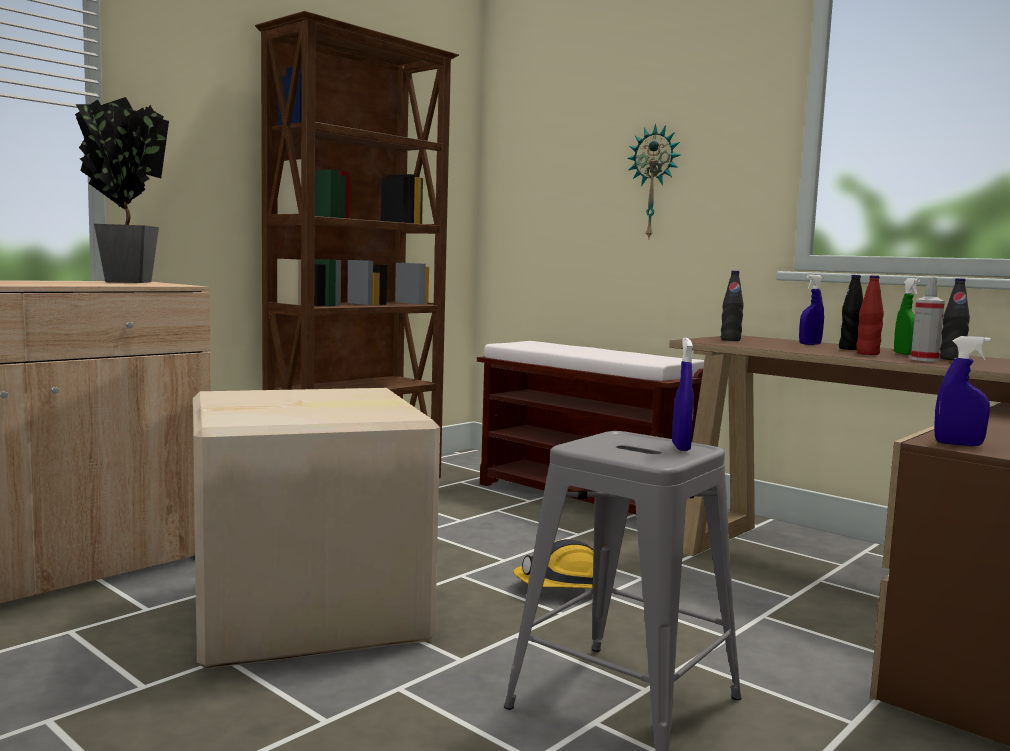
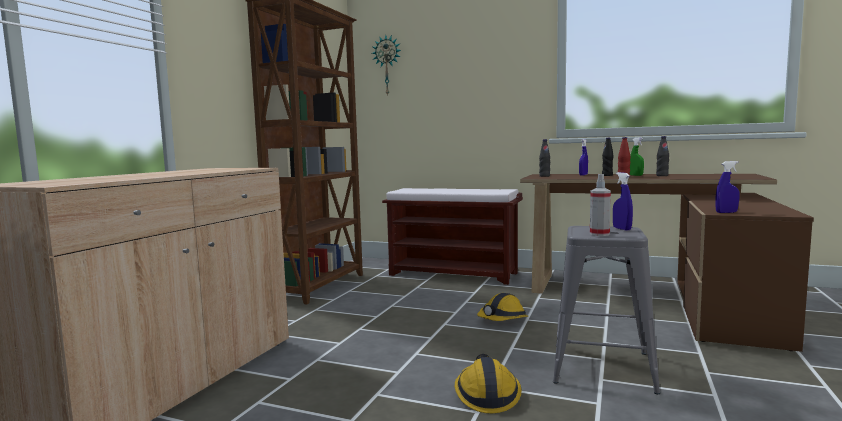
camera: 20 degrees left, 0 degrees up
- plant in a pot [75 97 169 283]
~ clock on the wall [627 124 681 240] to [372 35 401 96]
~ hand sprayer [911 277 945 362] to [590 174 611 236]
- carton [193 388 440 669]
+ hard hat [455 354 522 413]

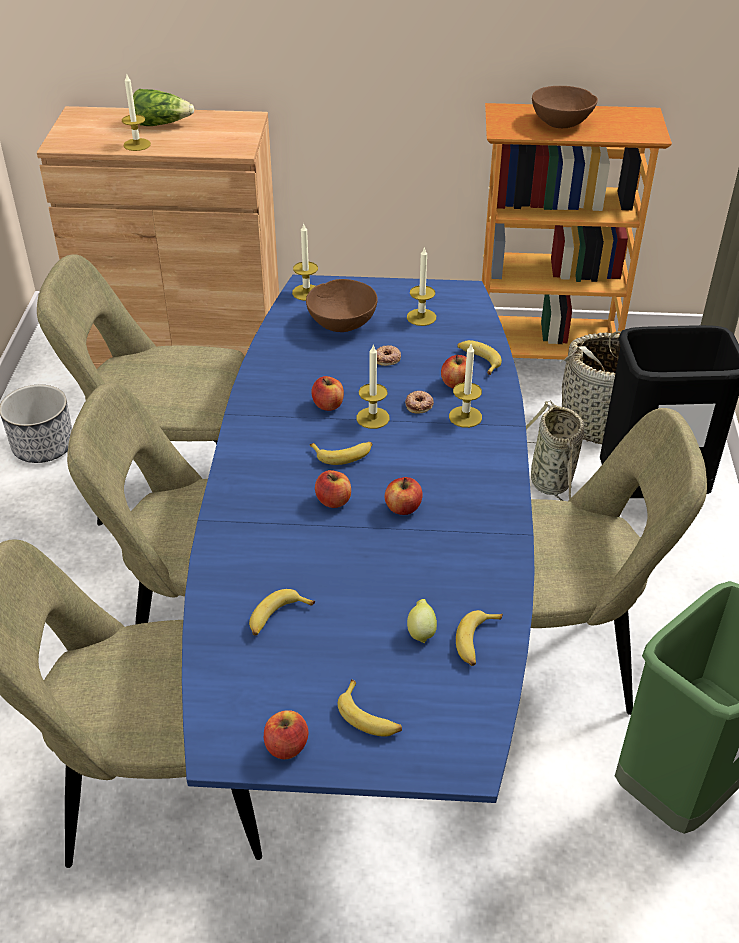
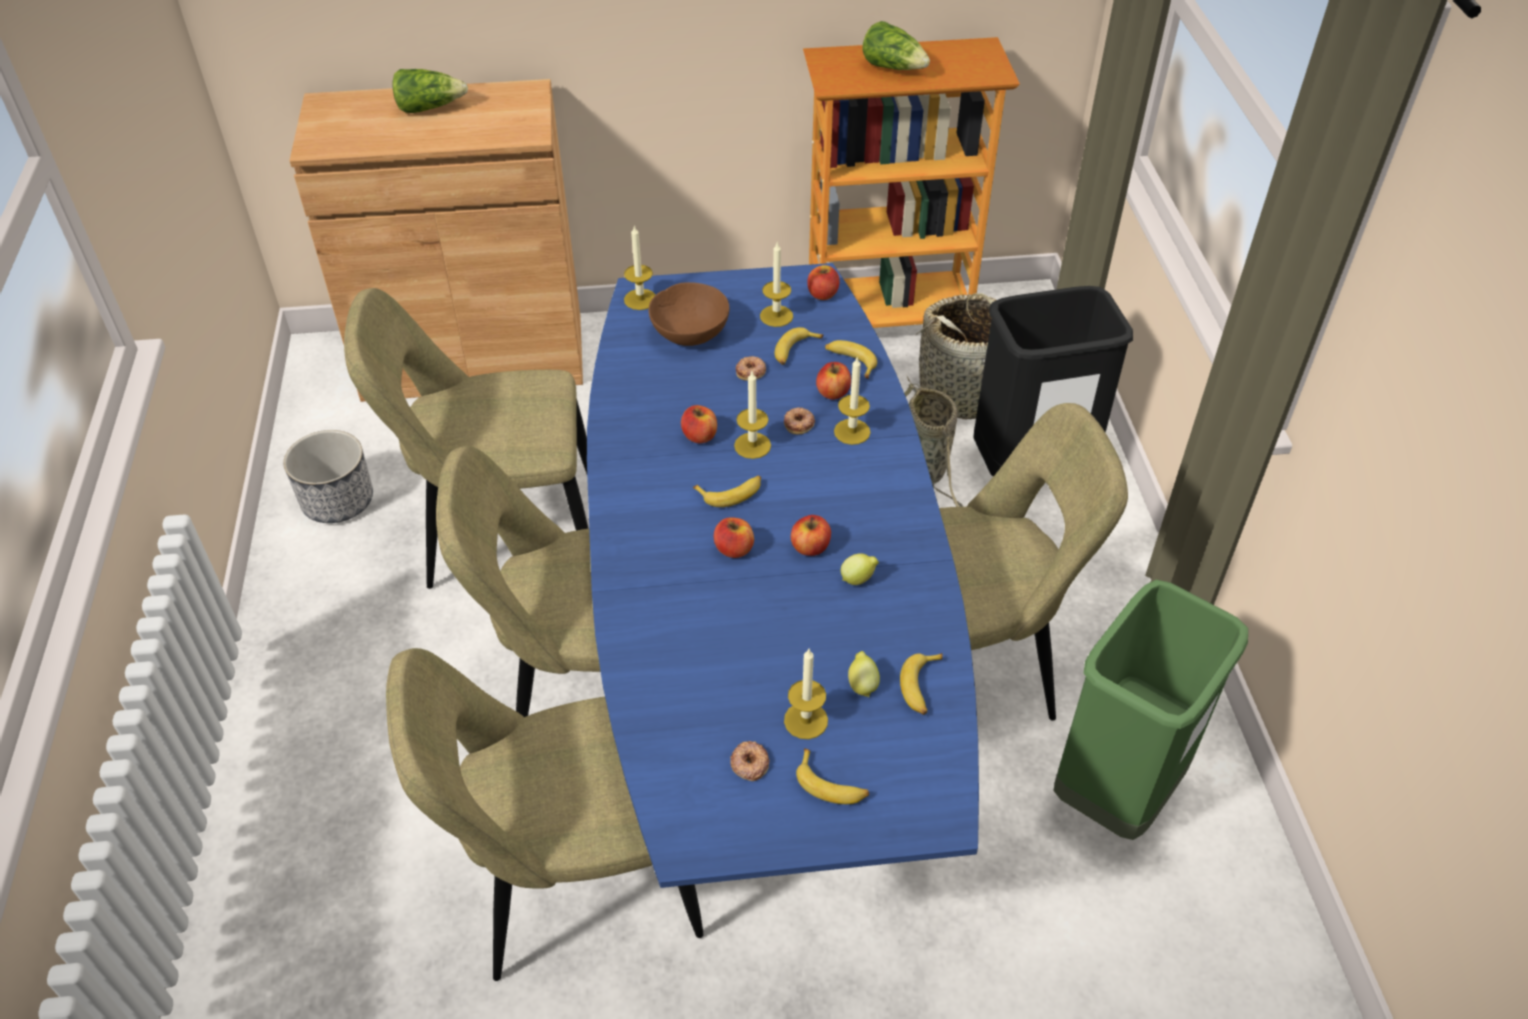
camera: 10 degrees left, 5 degrees up
~ wax candle [122 73 151 151] to [784 649 828 739]
~ deep dish (brownish) [532 86 598 128] to lettuce [862 21 930 70]
~ banana [249 589 315 635] to [774 327 824 365]
~ apple [264 710 309 759] to [808 265 840 300]
+ citrus fruit [841 553 879 585]
+ ring doughnut [730 741 770 781]

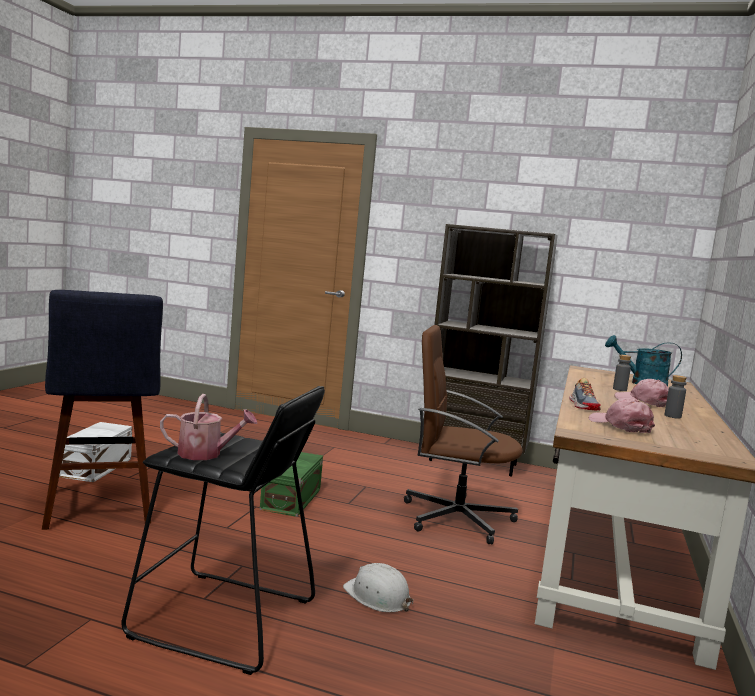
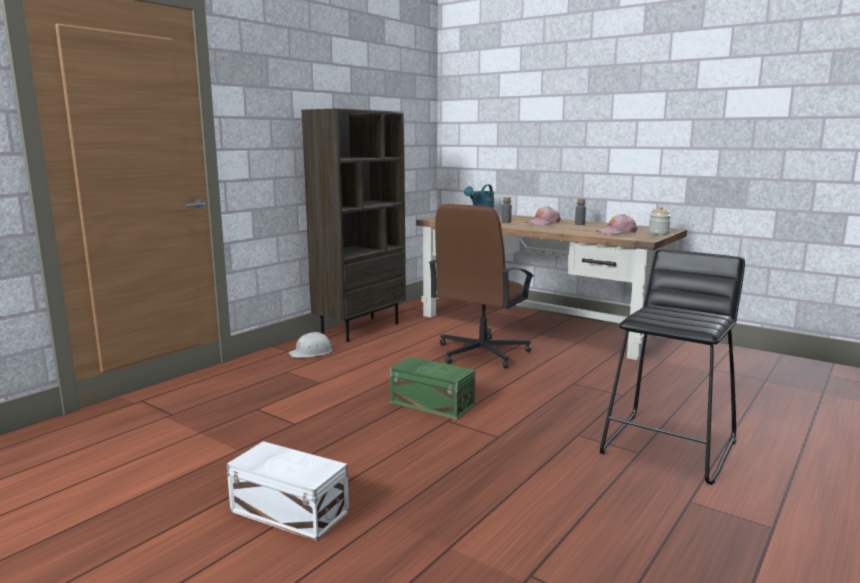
camera: 70 degrees left, 5 degrees up
- sitting stool (blue-coloured) [42 290 163 530]
- shoe [569 378 601 411]
- sprinkling can [160 394 257 460]
~ hard hat (white) [343 563 414 612] to [289 332 333 358]
+ preserve jar [648 206 671 235]

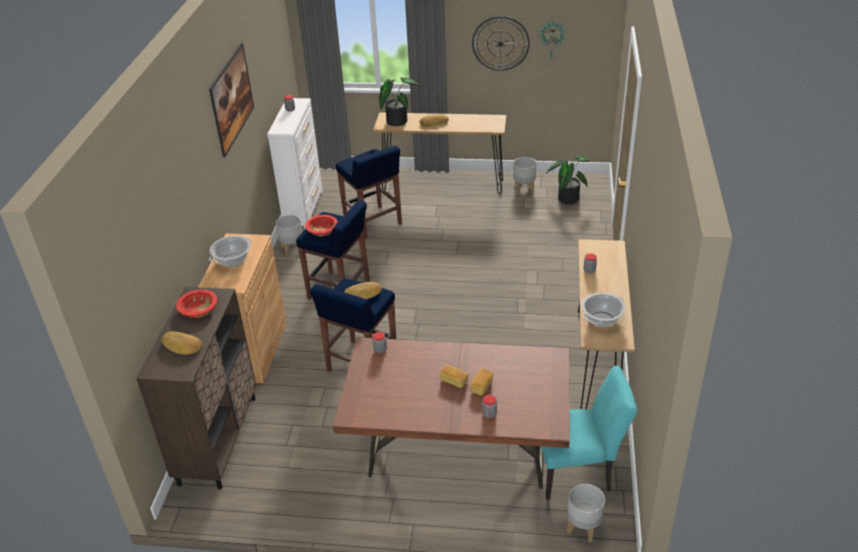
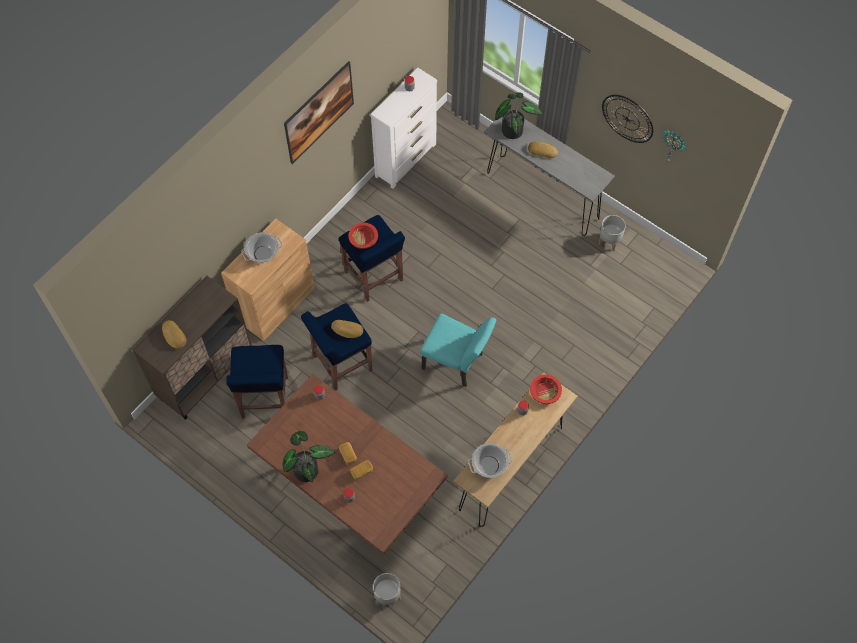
camera: 30 degrees right, 25 degrees up
~ console table (brownish) [373 112 507 194] to console table (greyish) [484 110 615 236]
~ sitting stool (blue-coloured) [336 145 402 239] to [226 345 288 418]
~ plant in a pot [546 156 589 204] to [282 431 335 482]
- plant pot (greyish) [276 215 302 256]
~ deep dish (red-coloured) [176 289 218 318] to [530 374 562 404]
~ plain chair (turquoise) [538 366 637 500] to [420 313 497 387]

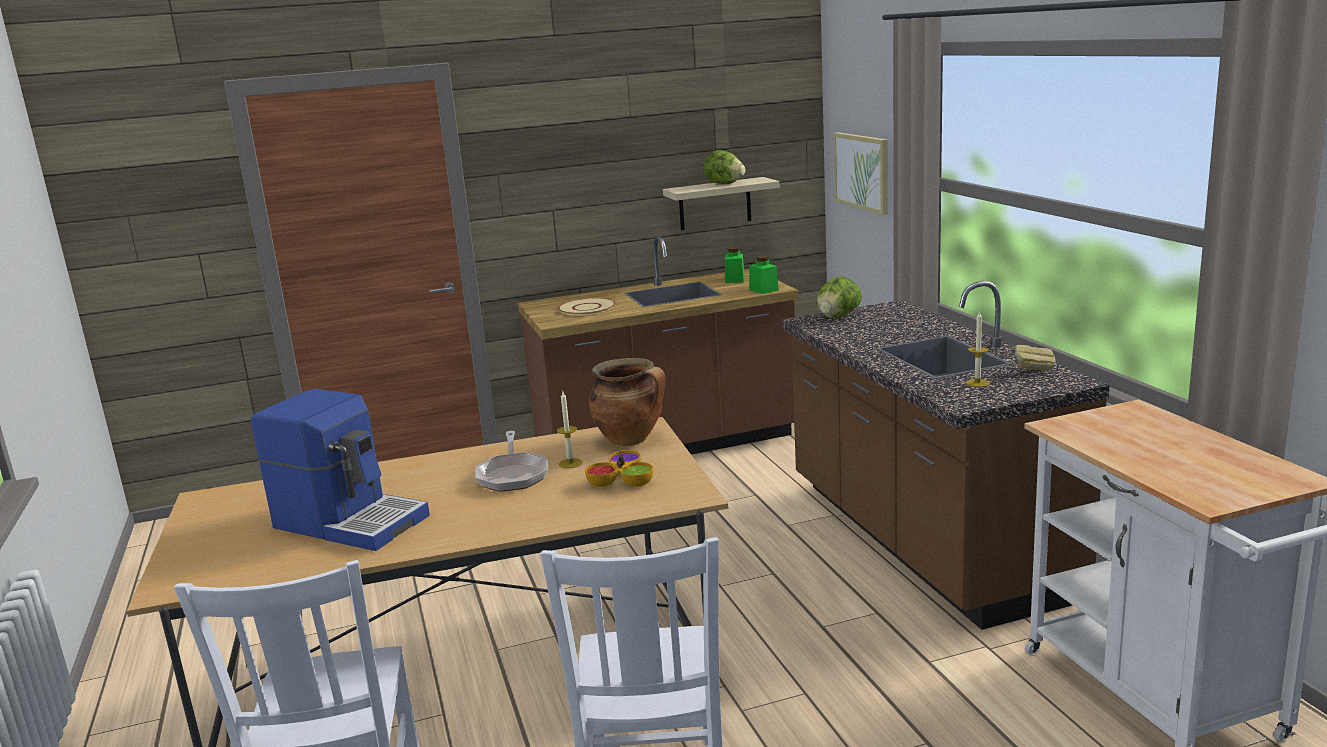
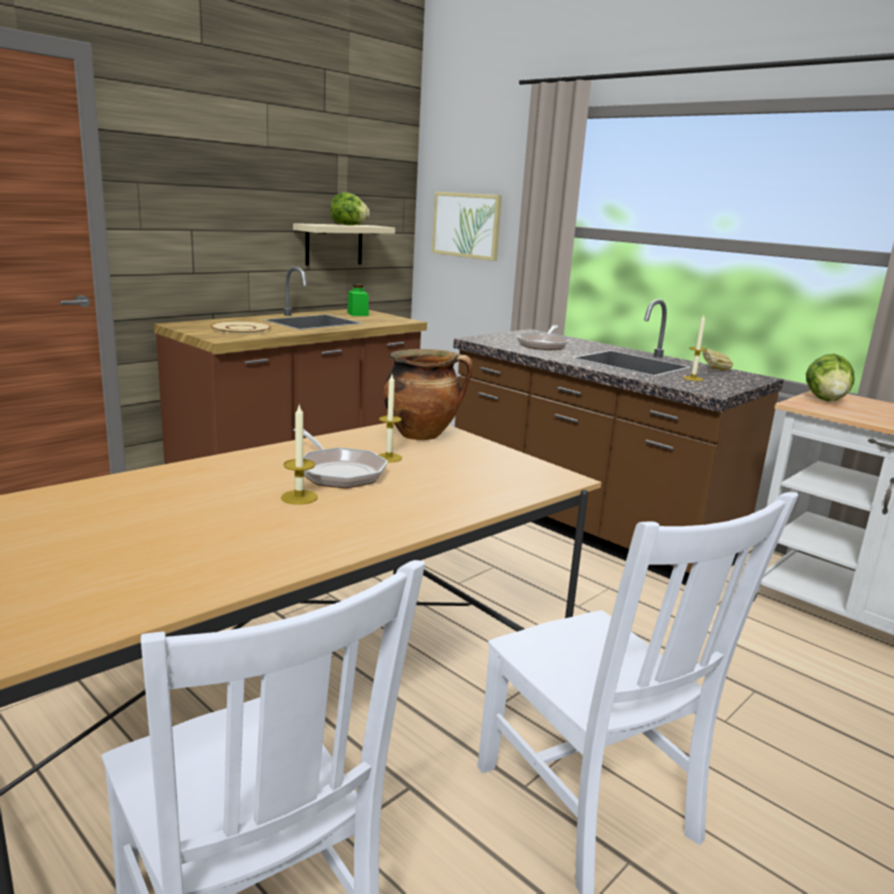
camera: 30 degrees left, 0 degrees up
- preserve jar (greenish) [749 255 779 294]
~ lettuce [817 277 862 318] to [806 353 854 401]
- coffee machine [251 389 430 551]
- deep dish [585 450 653 487]
+ skillet [516 325 570 350]
+ wax candle [281 405 318 505]

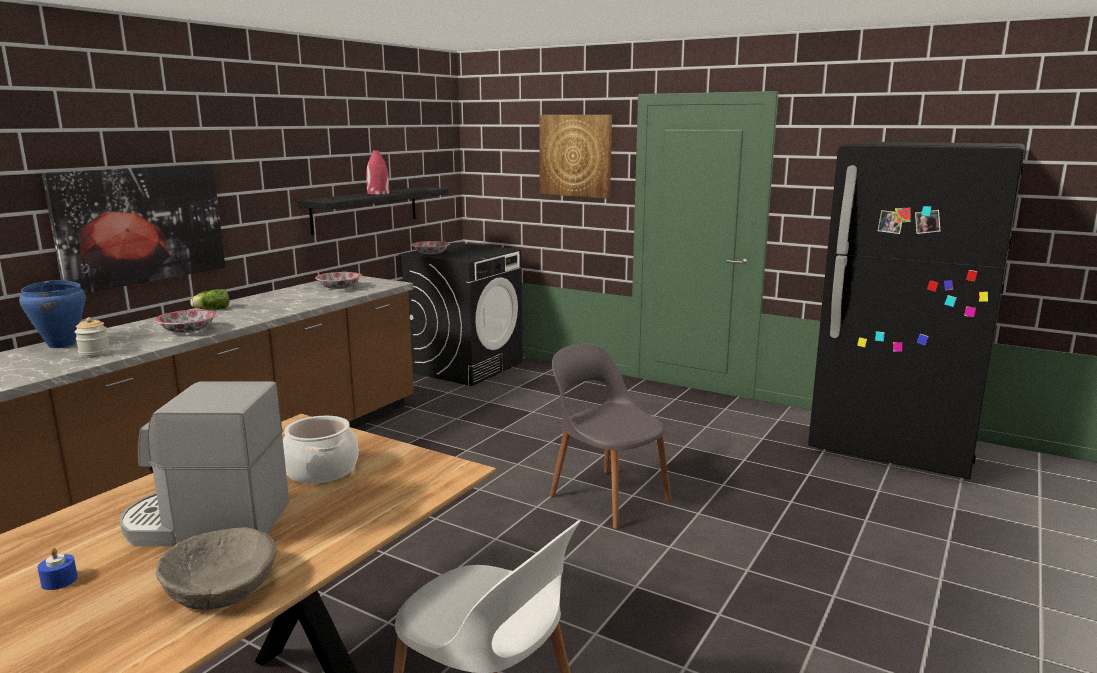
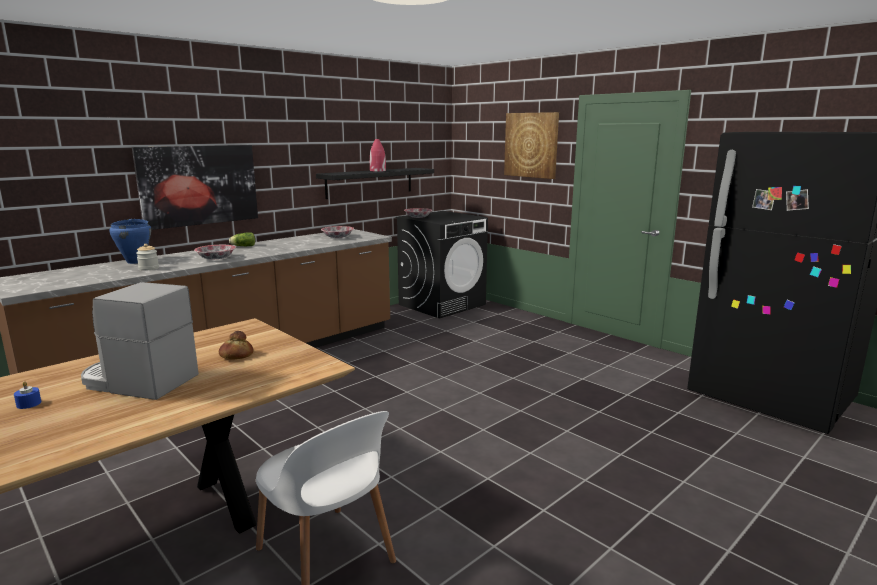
camera: 15 degrees right, 0 degrees up
- plain chair (greyish) [550 343 671 529]
~ saucepot [283 416 359 484] to bakery bread [219 331 254 360]
- deep dish (sand-coloured) [155 528 276 610]

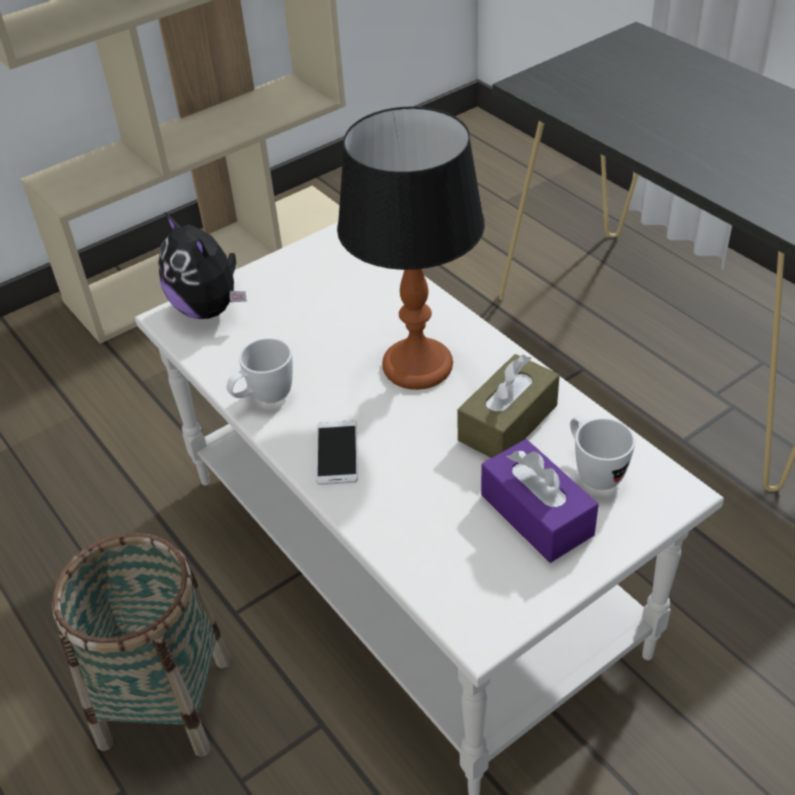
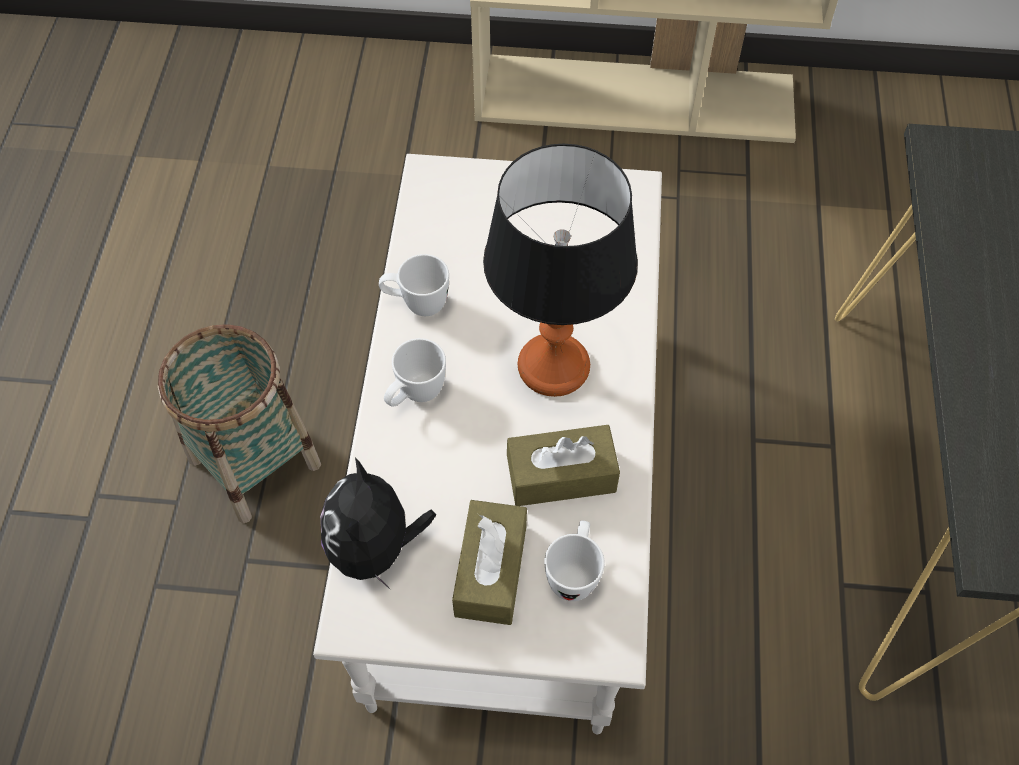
camera: 40 degrees right, 15 degrees up
~ soft toy [158 212 247 319] to [320 457 437 589]
~ phone [316 420 358 485] to coffee mug (white) [384 338 446 407]
~ box of tissues (purple-coloured) [481 439 599 563] to box of tissues (brownish) [452 500 527 625]

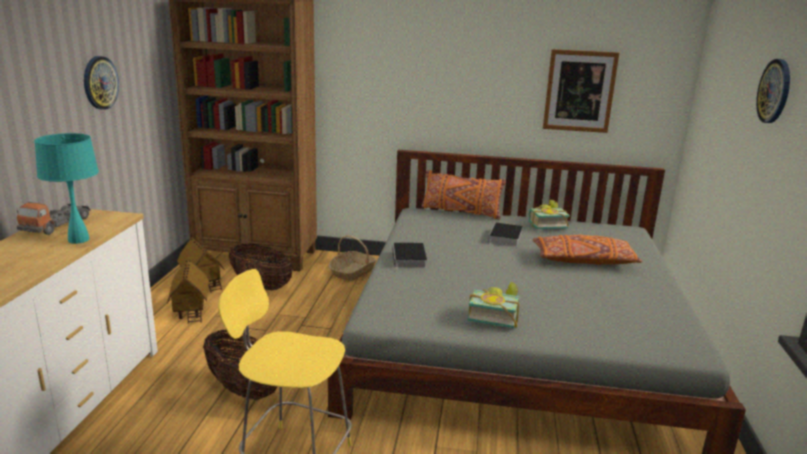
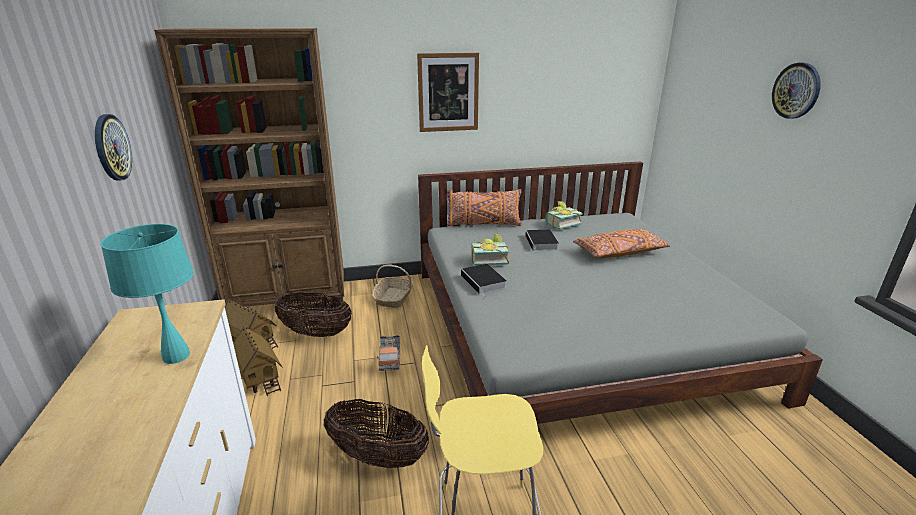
camera: 20 degrees left, 5 degrees up
~ wall art [543 49 619 133] to [417 53 479 132]
~ toy lorry [17 202 91 235] to [377 335 400 371]
~ book [468 282 519 328] to [471 233 509 266]

